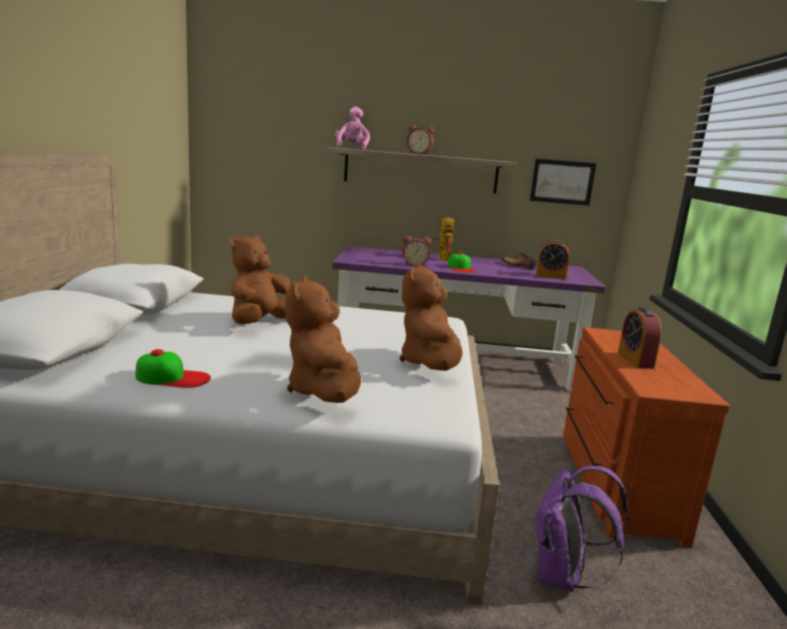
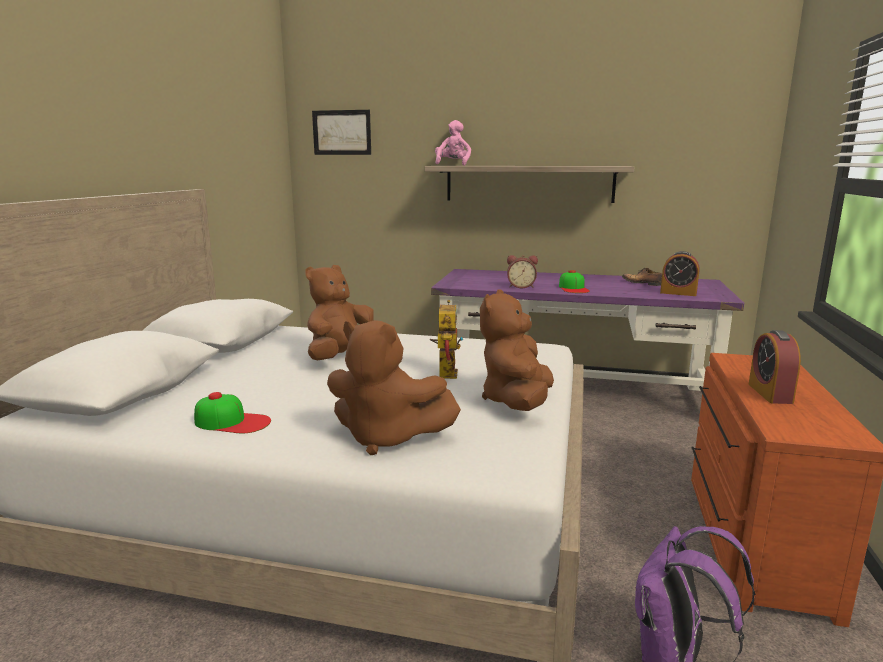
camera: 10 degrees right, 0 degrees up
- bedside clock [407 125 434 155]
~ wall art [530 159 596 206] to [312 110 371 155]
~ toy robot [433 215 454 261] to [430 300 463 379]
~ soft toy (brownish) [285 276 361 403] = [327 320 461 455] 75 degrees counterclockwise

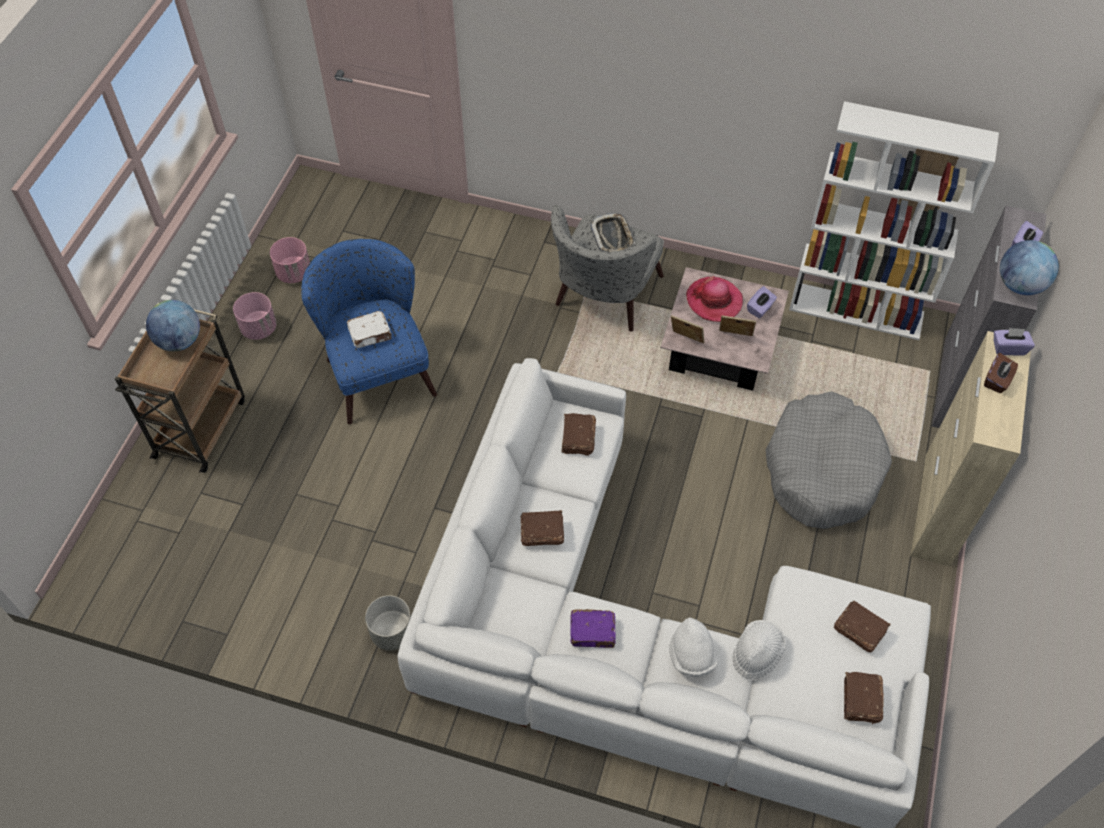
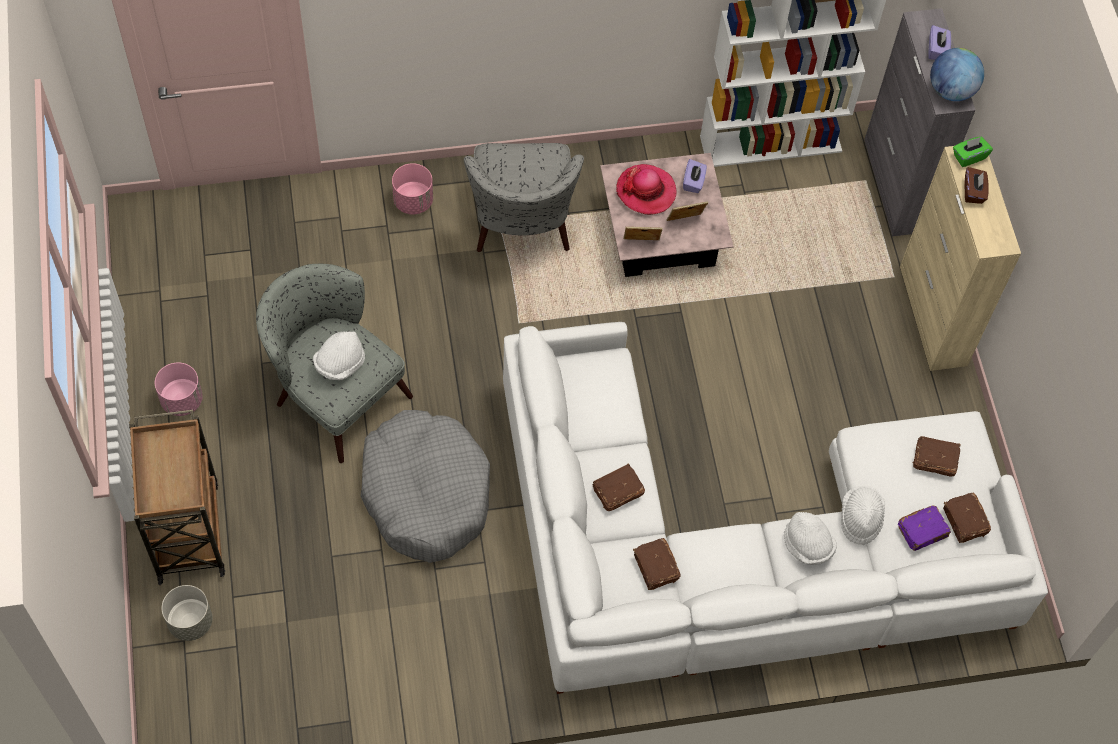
camera: 30 degrees left, 5 degrees up
- tray [590 213 636 252]
~ plant pot (pink-coloured) [270 237 310 283] to [392 163 433 215]
~ armchair (blue-coloured) [301 239 437 424] to armchair (greyish) [256 264 413 463]
- world globe [146 300 200 351]
~ book (white) [347 311 392 348] to hat (white) [313 331 365 380]
~ box of tissues (purple-coloured) [994 328 1035 356] to box of tissues (greenish) [953 137 993 167]
~ dog cushion (greyish) [766 391 892 529] to [361 410 490 563]
~ book (brownish) [561 413 596 456] to [633 538 681 590]
~ plant pot (greyish) [365 595 411 650] to [162 585 212 641]
~ book (purple-coloured) [570 609 616 648] to [898 505 951 551]

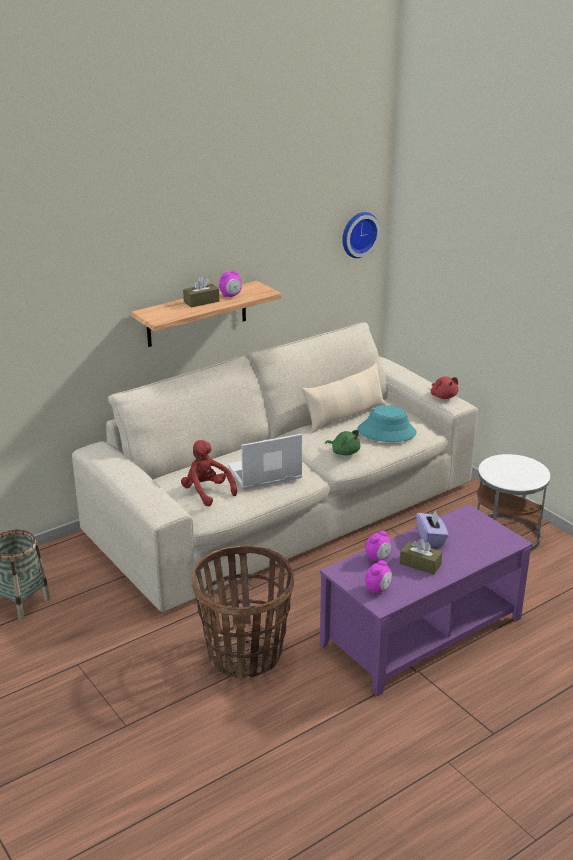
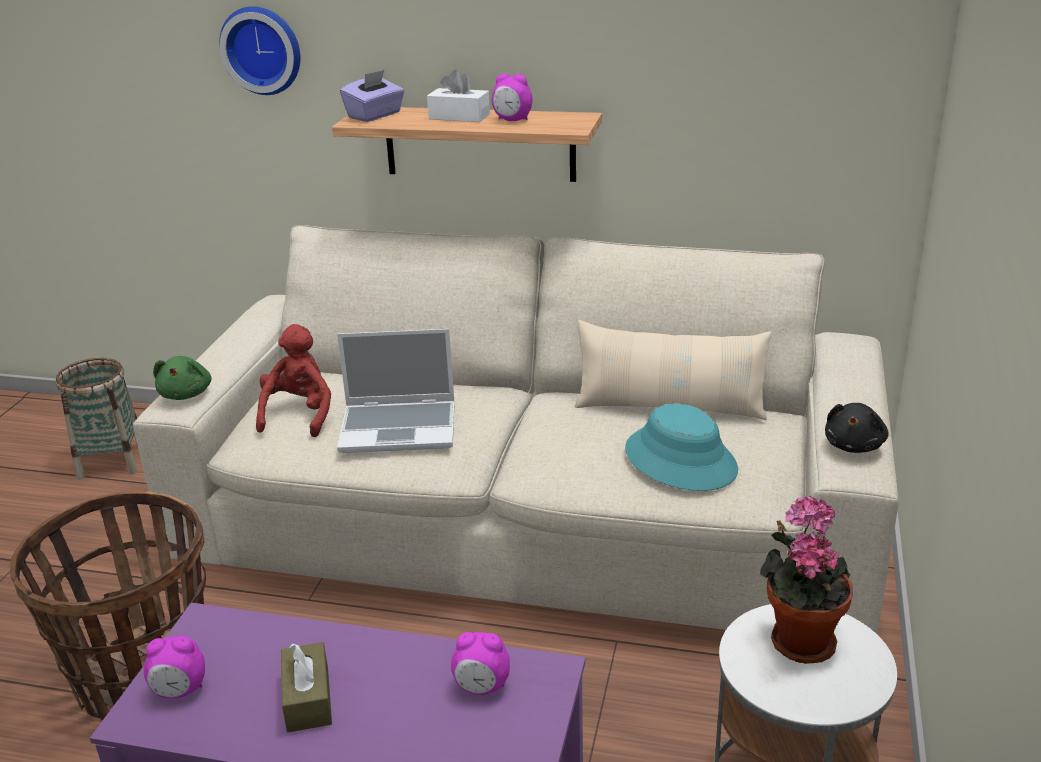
camera: 50 degrees right, 0 degrees up
~ clock on the wall [342 212 380 258] to [219 6 300 95]
~ box of tissues (brownish) [183 276 219 307] to box of tissues (white) [427 69 490 122]
~ soft toy (red-coloured) [431 377 459 399] to soft toy (black-coloured) [825 403 889 453]
~ soft toy (greenish) [325 430 360 456] to [153 356 212 400]
~ notebook computer [228 434 302 489] = [337 329 455 453] 150 degrees clockwise
~ box of tissues (purple-coloured) [416 510 449 547] to [340 70 404 122]
~ bedside clock [365 531 392 562] to [451 632 510 695]
+ plant in a pot [760 496 853 664]

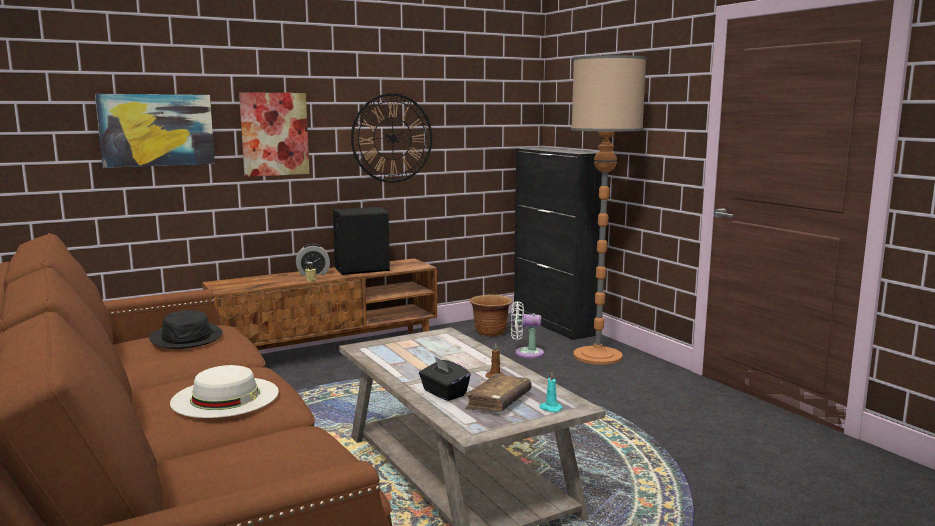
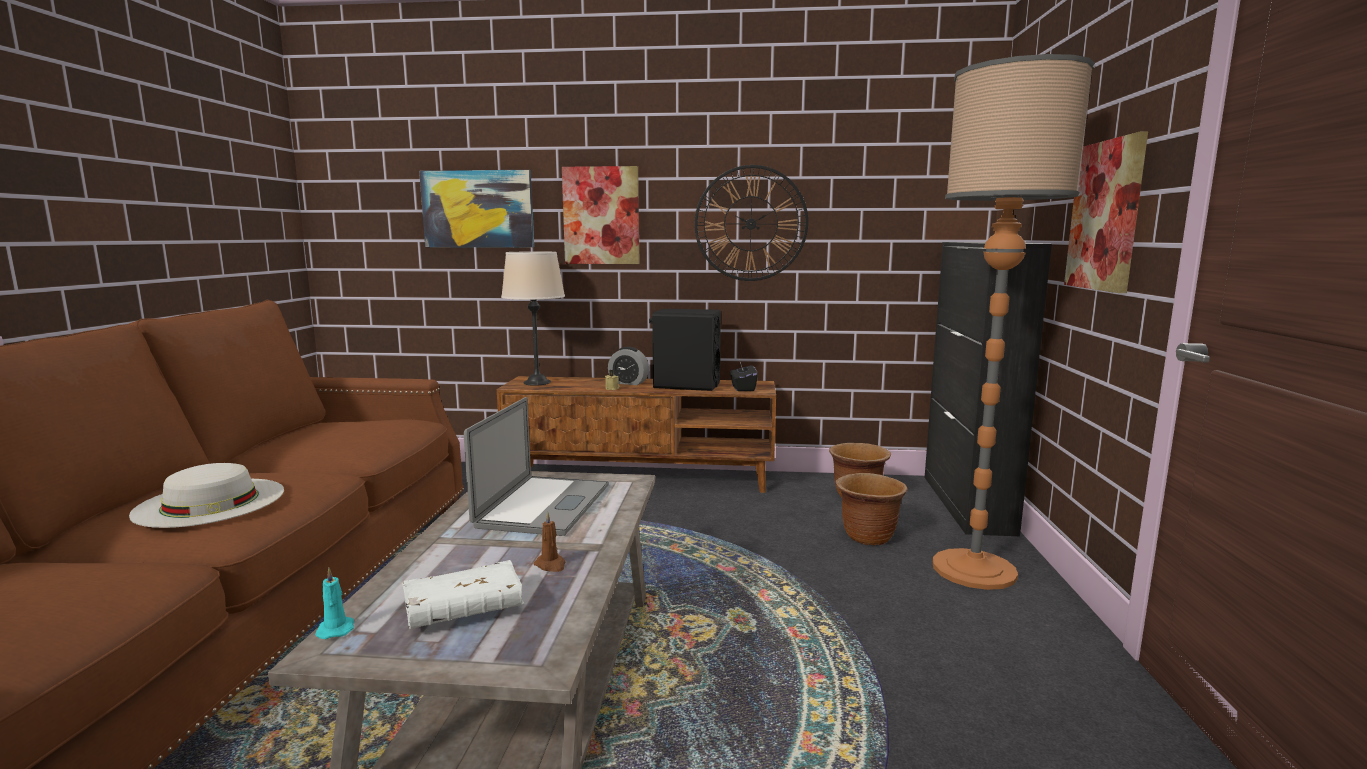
camera: 35 degrees right, 0 degrees up
~ electric fan (white) [511 301 544 358] to plant pot (brownish) [836 473 908 545]
- hat (black-coloured) [149 310 223 349]
~ box of tissues (black-coloured) [419 356 471 401] to [730 360 758 391]
~ wax candle (turquoise) [539 372 562 412] to [315 568 354 639]
~ book (brownish) [464 373 532 412] to book (white) [402 560 524 629]
+ wall art [1064 132 1148 293]
+ lamp for a table (sand-coloured) [501 251 565 386]
+ notebook computer [464 397 609 536]

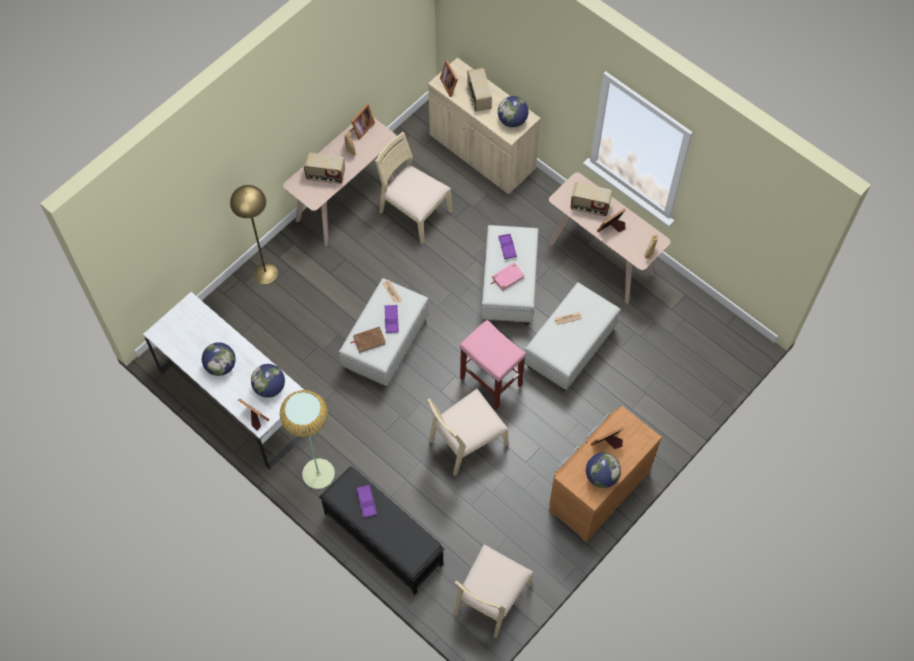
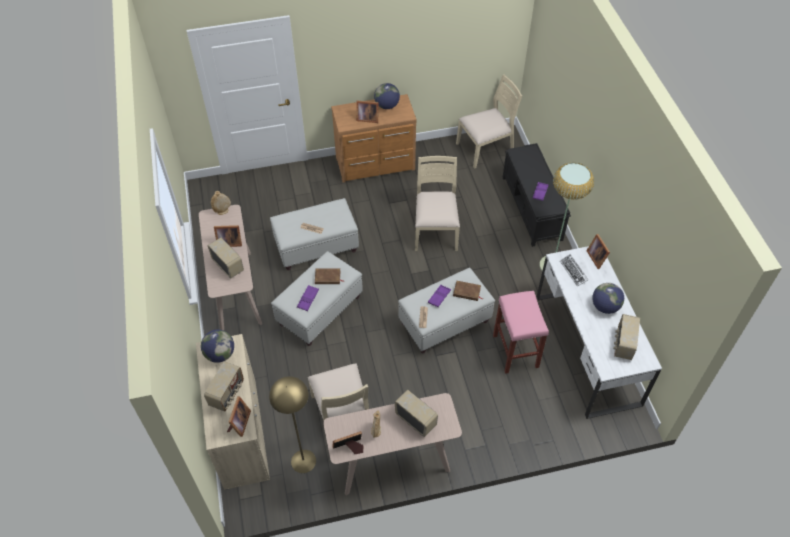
camera: 145 degrees left, 10 degrees down
~ standing lamp (yellowish) [230 185 278 284] to [269 376 316 473]
~ book (pink-coloured) [490 263 525 291] to book (brownish) [315 268 344 284]
~ sitting stool (pink-coloured) [460 320 526 410] to [493 291 549 374]
~ world globe [251 364 285 398] to keyboard [560 254 588 287]
~ plain chair (sand-coloured) [428 389 508 476] = [415 156 460 251] 90 degrees counterclockwise
+ radio [613 314 640 360]

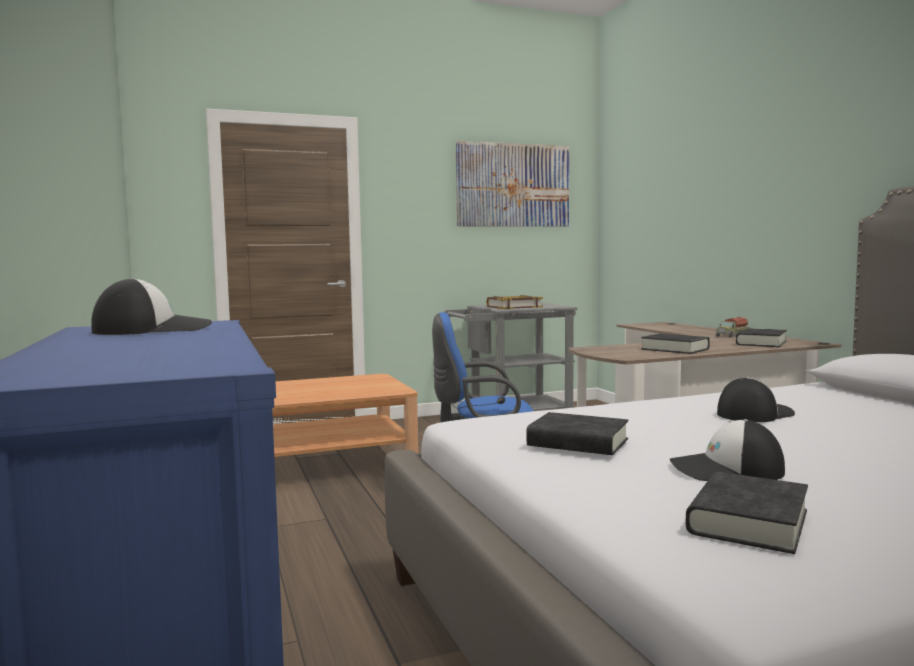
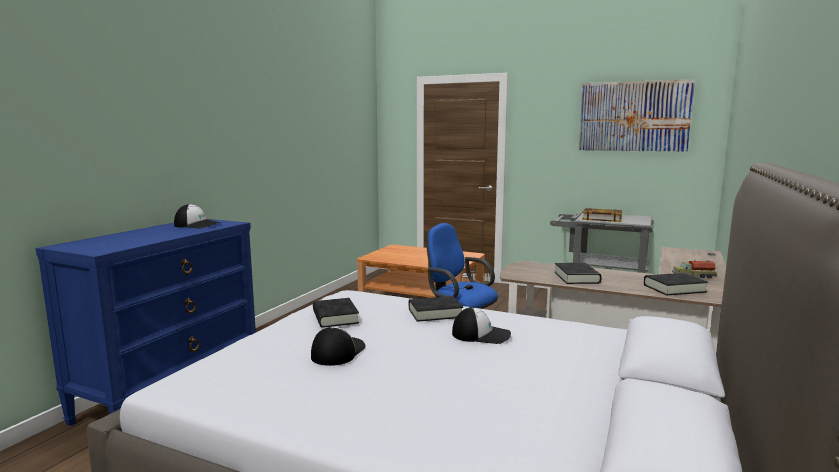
camera: 45 degrees right, 5 degrees up
~ peaked cap [670 419 785 481] = [311 327 366 366] 60 degrees clockwise
~ book (black-coloured) [686 472 808 554] to [409 296 463 322]

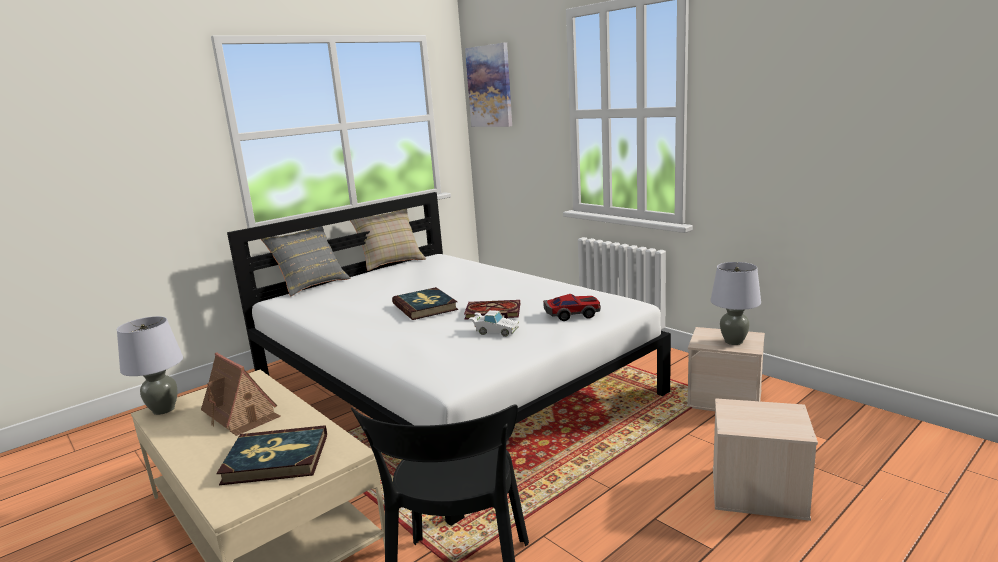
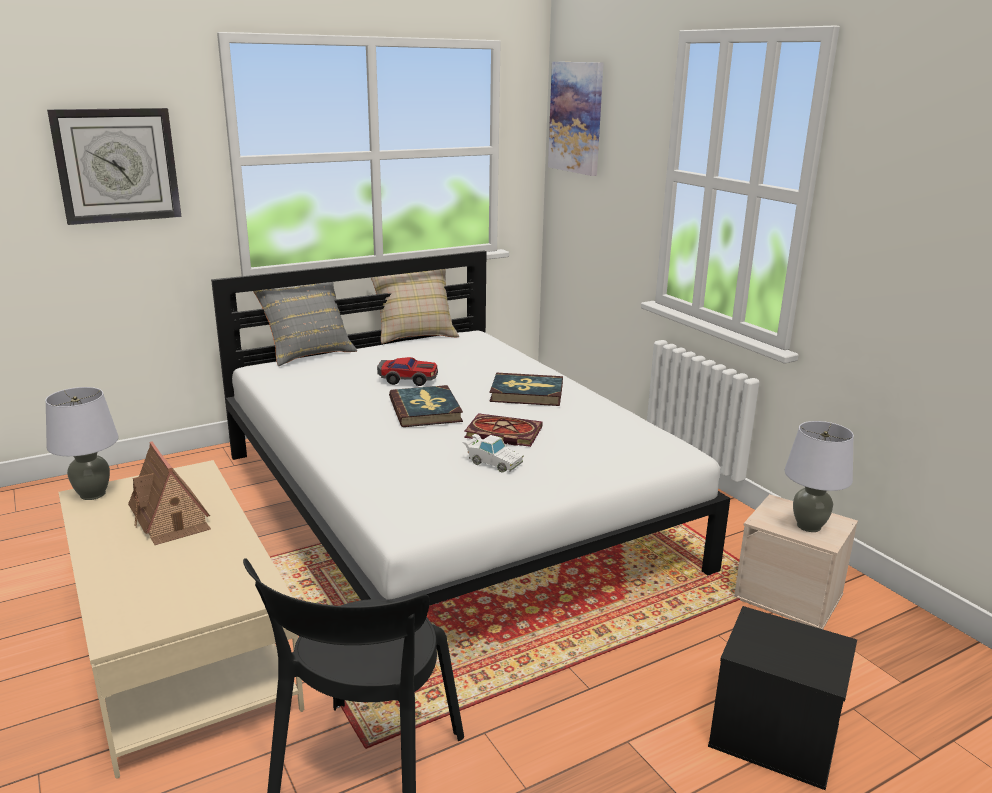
camera: 10 degrees right, 5 degrees up
~ miniature car [543 294 601 321] to [377 357 438 386]
~ storage bin (sand-coloured) [713 398 818 521] to storage bin (black-coloured) [708 606 857 790]
~ book [216 425 327 485] to [489 372 563 406]
+ clock on the wall [47 108 182 225]

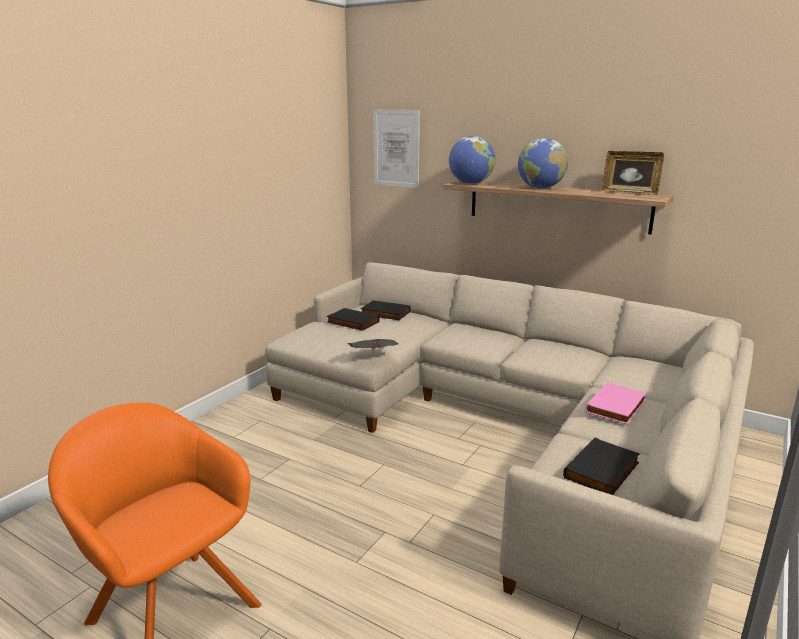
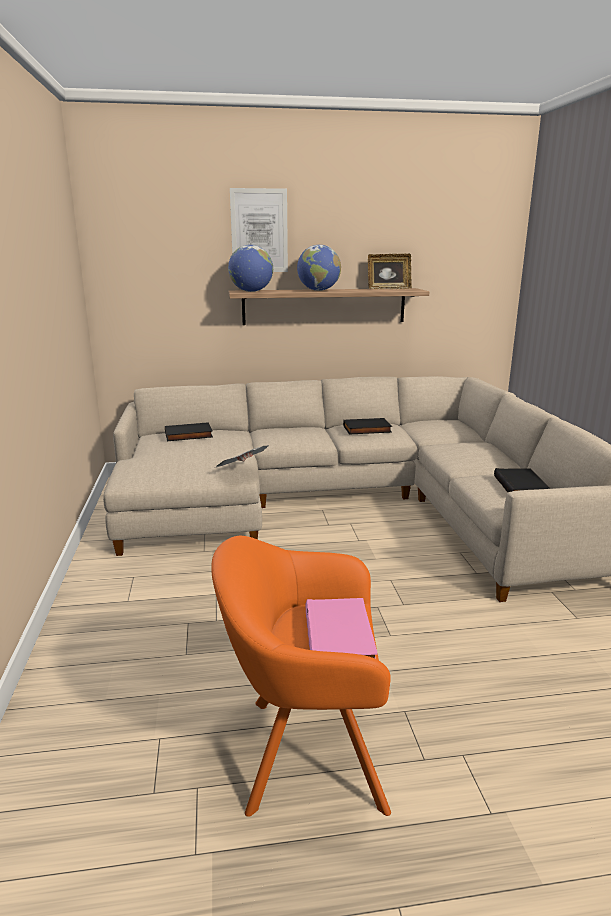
camera: 40 degrees left, 0 degrees up
~ wall art [373 110 420 188] to [230 188 288 272]
~ book (black-coloured) [327 308 380 331] to [343 418 392 435]
~ book (pink-coloured) [585 382 646 424] to [306 598 378 659]

